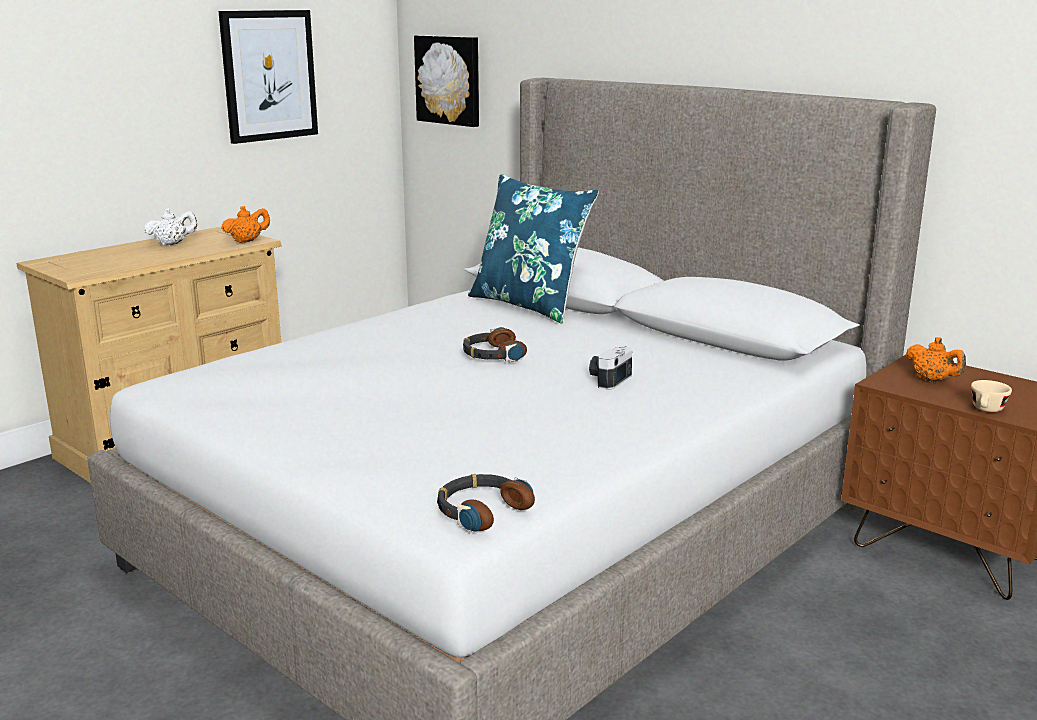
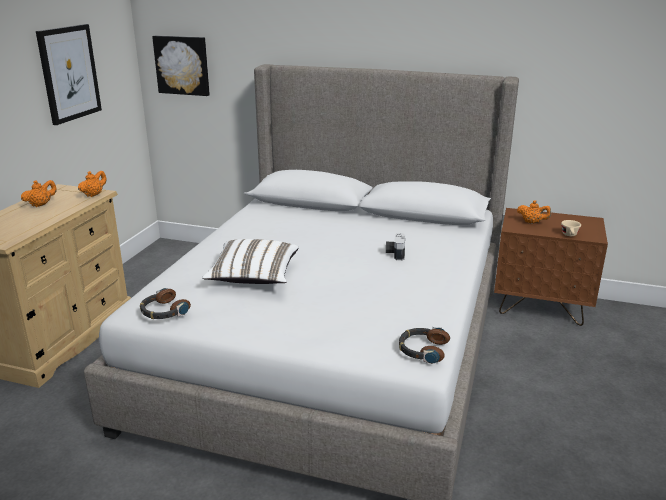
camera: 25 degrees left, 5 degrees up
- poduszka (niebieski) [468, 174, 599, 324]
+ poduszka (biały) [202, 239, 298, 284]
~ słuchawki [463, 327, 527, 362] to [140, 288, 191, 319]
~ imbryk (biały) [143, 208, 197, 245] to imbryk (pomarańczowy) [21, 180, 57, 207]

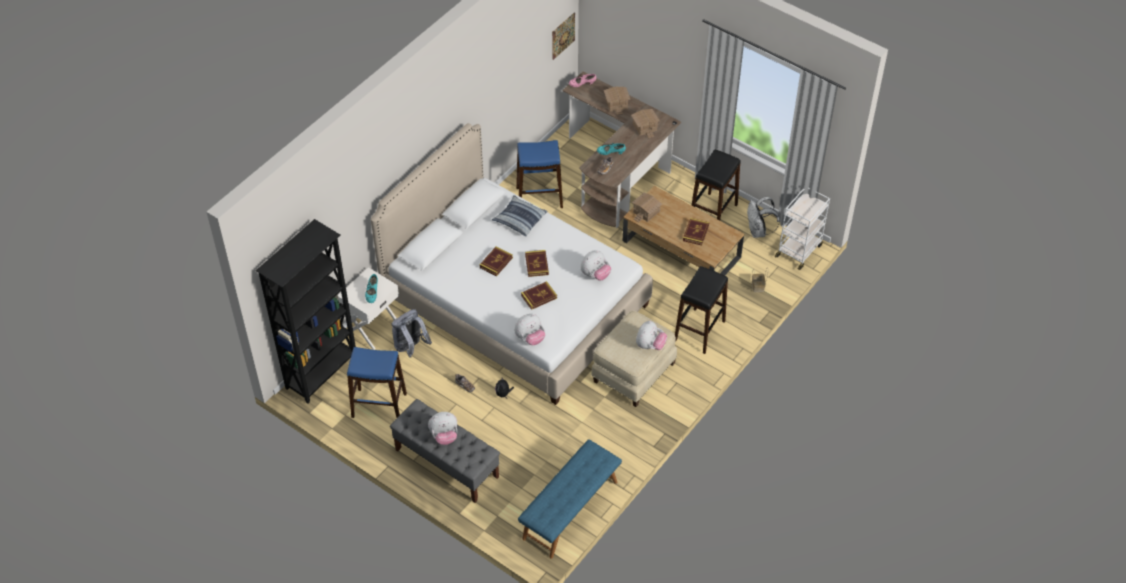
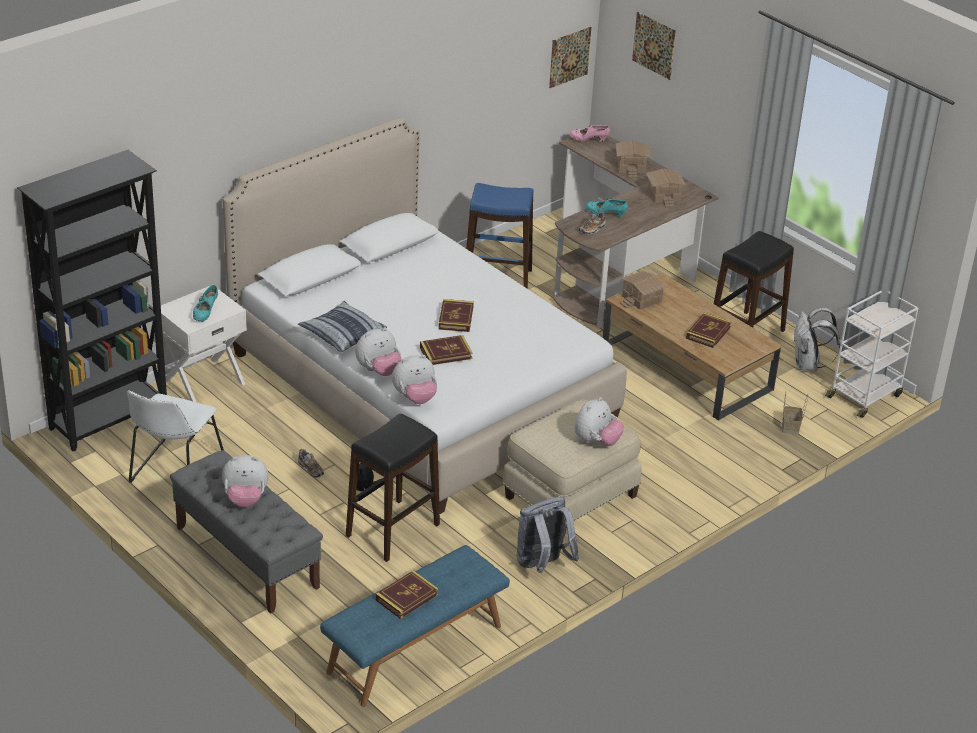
camera: 10 degrees right, 15 degrees down
+ obraz [632, 12, 676, 80]
~ plecak (szary) [392, 309, 432, 357] to [517, 497, 580, 573]
~ książka [480, 246, 513, 276] to [376, 570, 438, 619]
~ poduszka [492, 195, 548, 236] to [298, 301, 387, 352]
~ pluszak [580, 250, 611, 280] to [355, 327, 402, 376]
~ stołek (czarny) [675, 266, 728, 354] to [346, 414, 440, 562]
~ stołek (niebieski) [347, 347, 407, 418] to krzesło (biały) [127, 390, 224, 483]

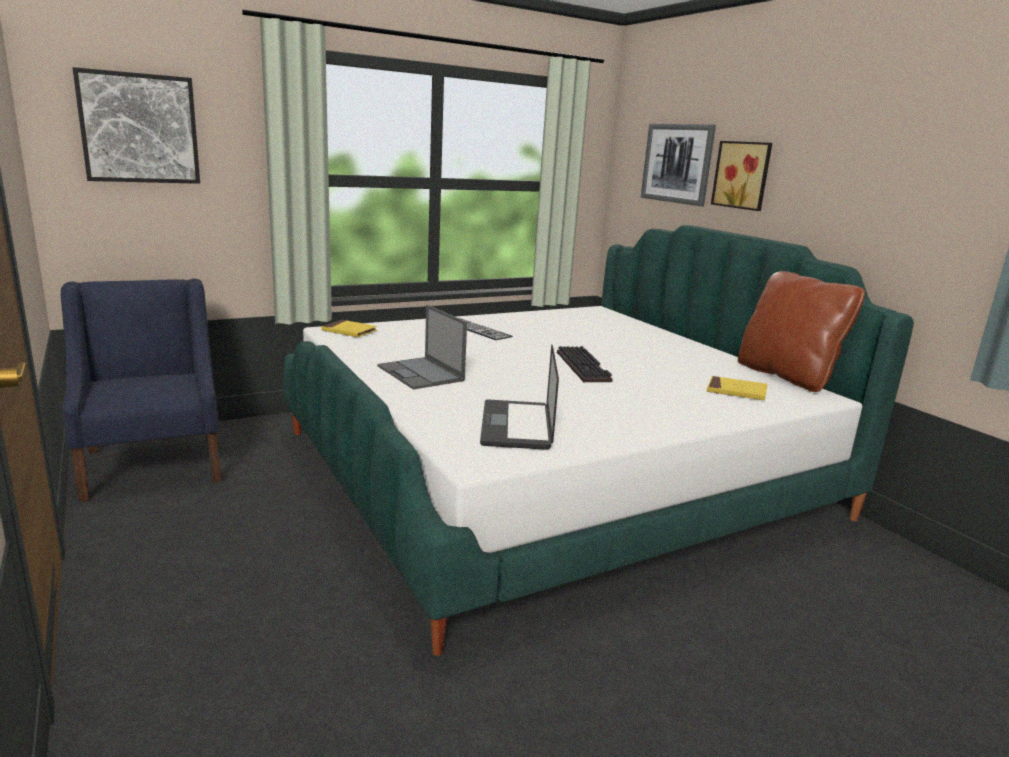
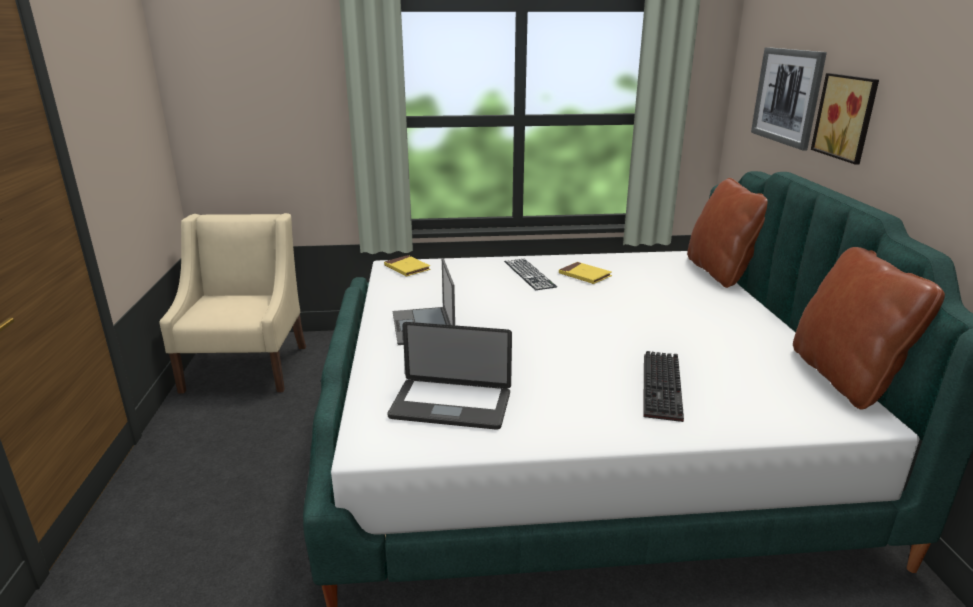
camera: 25 degrees right, 5 degrees up
- obraz [72, 67, 200, 184]
+ poduszka (brązowy) [687, 178, 768, 288]
~ klawiatura [557, 346, 613, 382] to [644, 351, 684, 422]
~ książka (żółty) [707, 376, 768, 400] to [559, 262, 612, 284]
~ fotel (niebieski) [61, 278, 221, 501] to fotel (beżowy) [159, 213, 306, 393]
~ laptop [480, 344, 559, 450] = [387, 322, 512, 430] 105 degrees counterclockwise

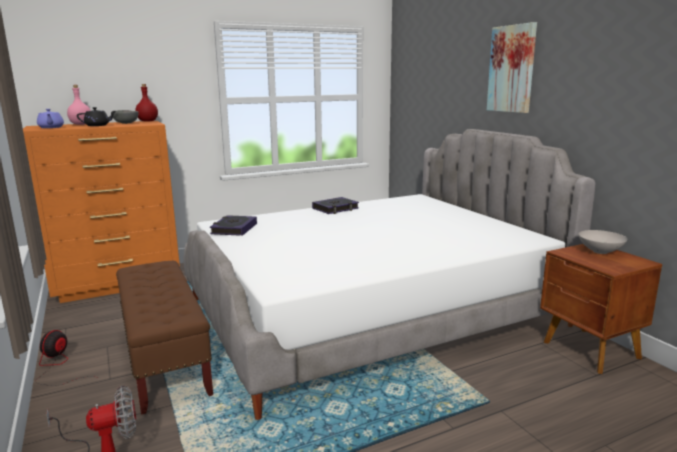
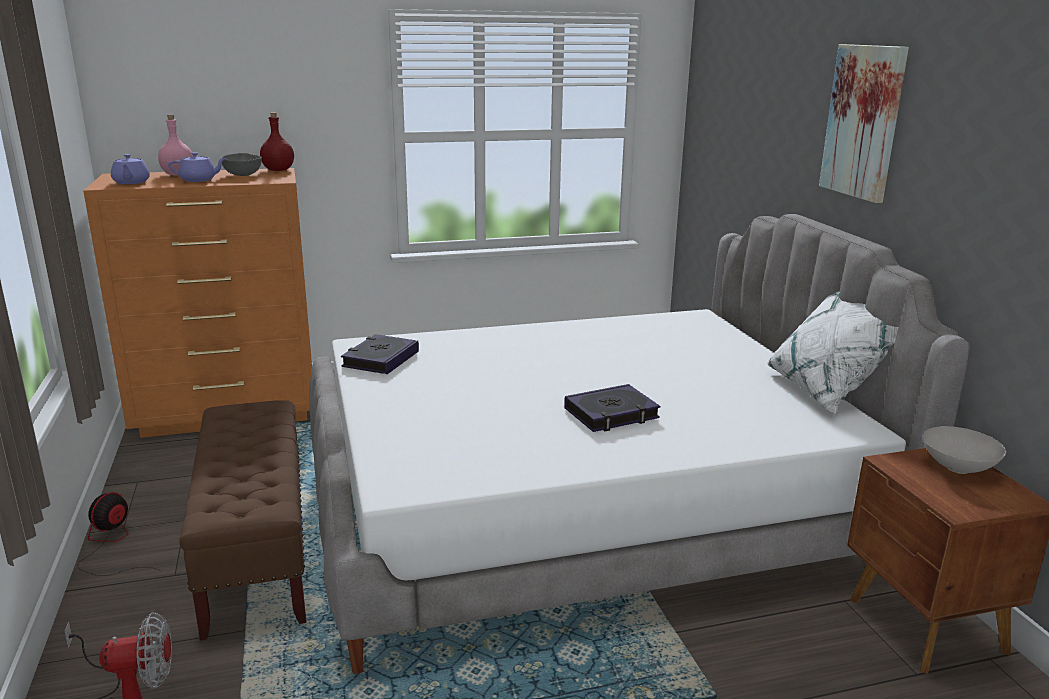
camera: 10 degrees right, 5 degrees up
+ poduszka (biały) [767, 292, 899, 415]
~ książka [312, 197, 359, 214] to [564, 384, 660, 432]
~ imbryk (czarny) [77, 107, 116, 126] to imbryk (fioletowy) [168, 152, 226, 182]

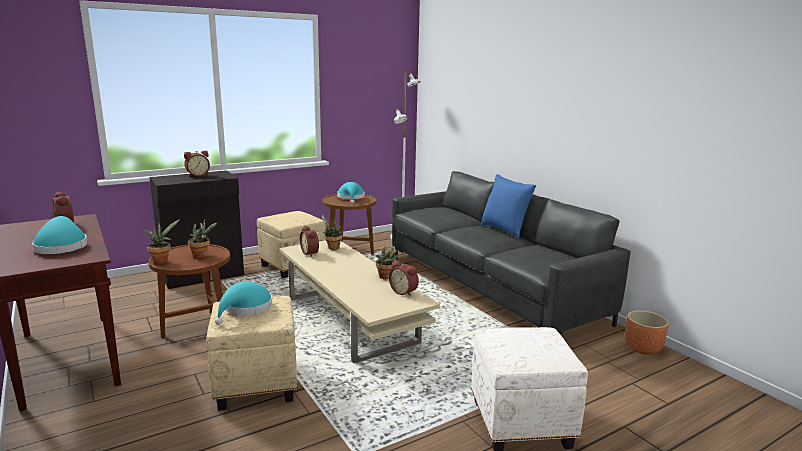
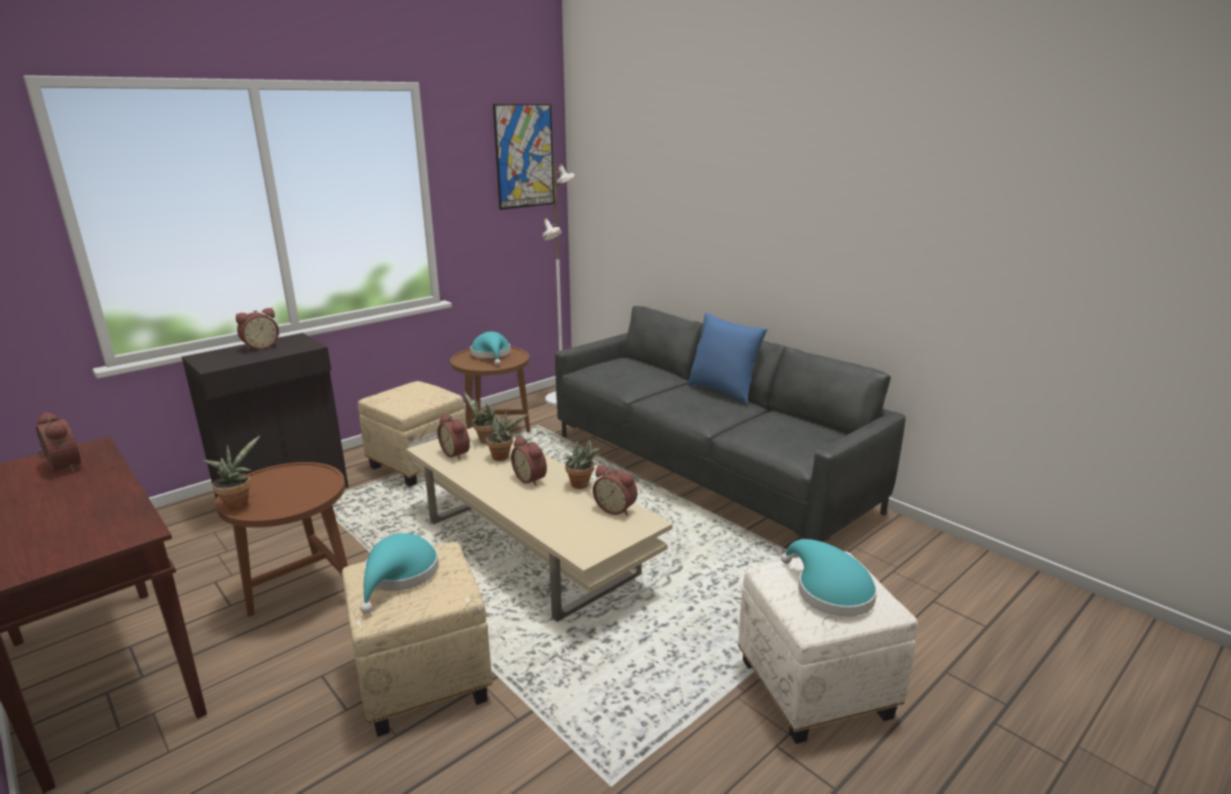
camera: 10 degrees left, 5 degrees up
- donica (brązowy) [625, 310, 669, 355]
+ obraz [493, 104, 554, 210]
+ budzik [511, 436, 547, 486]
~ kapelusz (turkusowy) [32, 216, 88, 254] to [781, 539, 877, 617]
~ roślina doniczkowa [188, 219, 217, 258] to [486, 410, 528, 461]

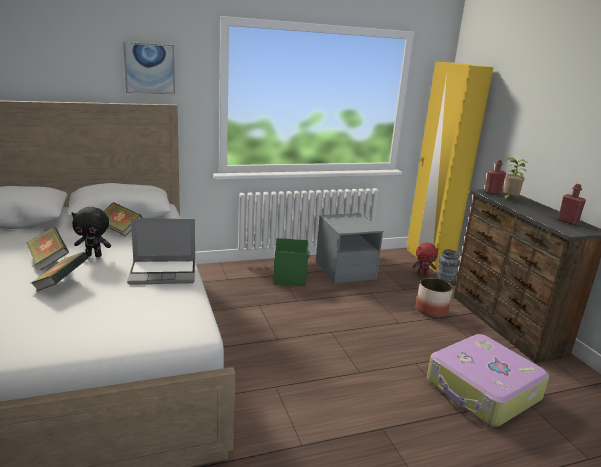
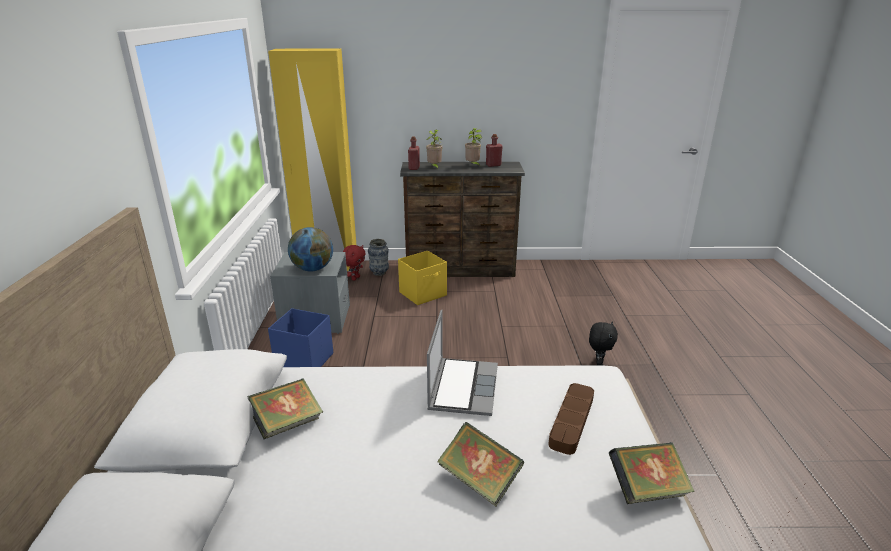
camera: 70 degrees left, 5 degrees up
- obraz [123, 42, 175, 94]
- walizka [427, 334, 549, 427]
+ globus [288, 227, 333, 272]
+ roślina doniczkowa [465, 128, 482, 166]
+ taca (brązowy) [548, 383, 594, 455]
~ książka [27, 227, 69, 270] to [609, 442, 695, 504]
~ pluszak (czarny) [71, 207, 111, 257] to [589, 322, 618, 366]
~ donica [416, 278, 453, 318] to pojemnik do przechowywania (żółty) [398, 251, 447, 305]
~ pojemnik do przechowywania (zielony) [273, 238, 310, 286] to pojemnik do przechowywania (niebieski) [268, 308, 333, 367]

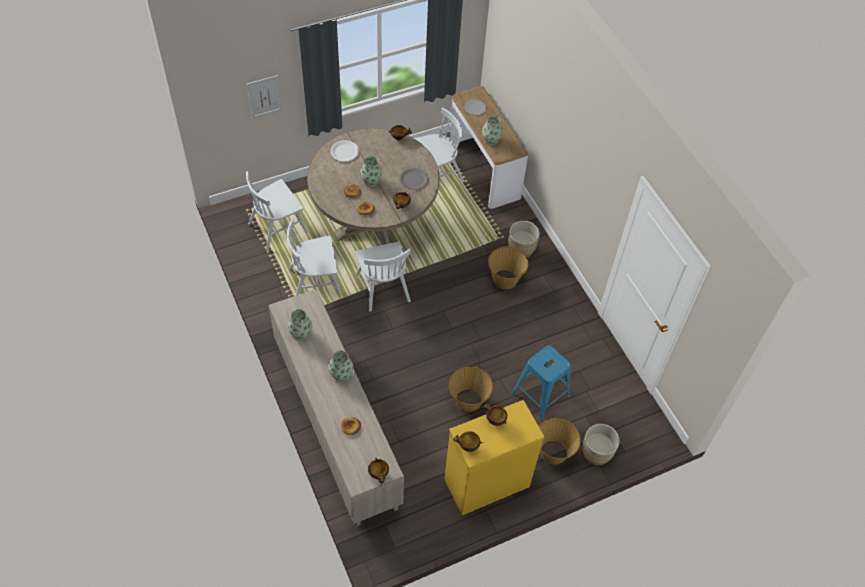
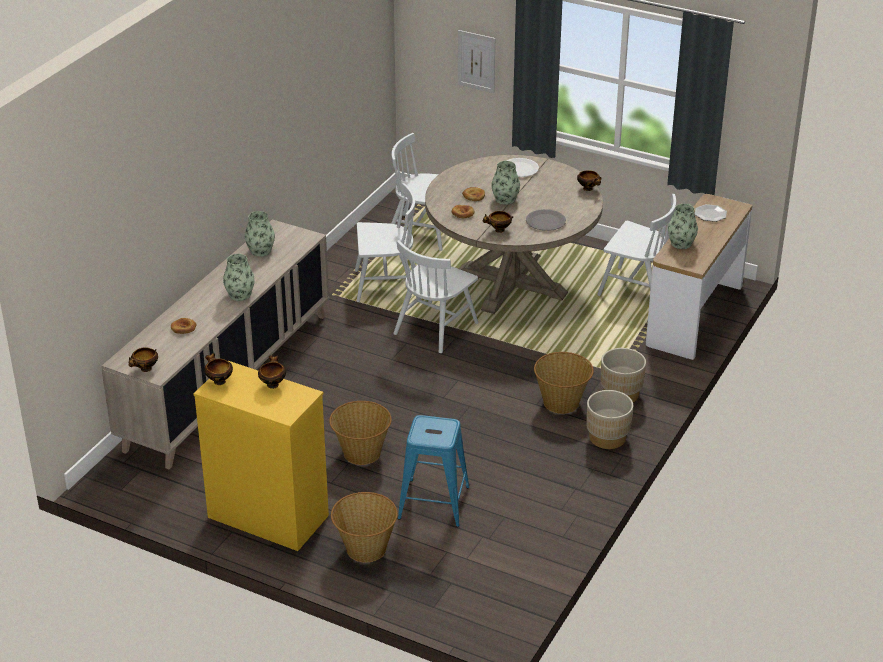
camera: 55 degrees right, 20 degrees down
~ donica (beżowy) [583, 424, 620, 465] to [586, 390, 633, 449]
~ krzesło (biały) [287, 220, 342, 297] = [355, 183, 417, 302] 135 degrees clockwise

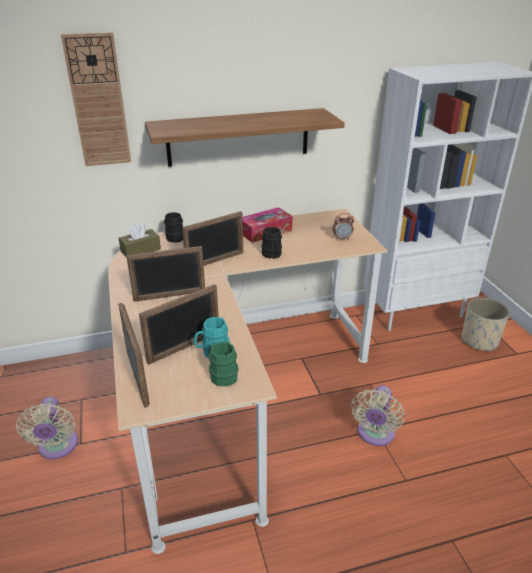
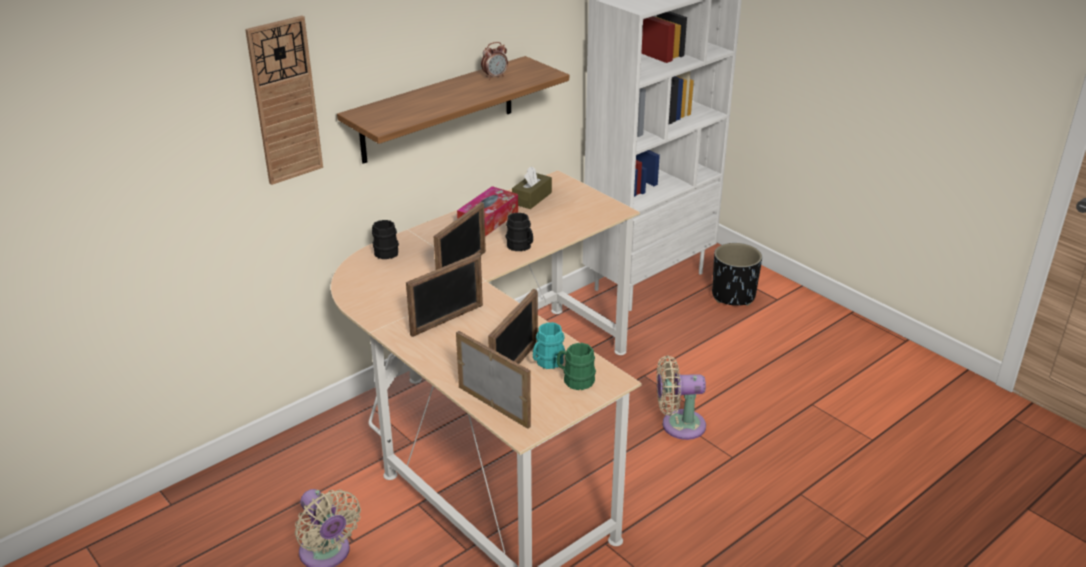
camera: 25 degrees left, 0 degrees up
~ pudełko chusteczek (brązowy) [118, 222, 161, 258] to [512, 166, 552, 209]
~ budzik [333, 213, 354, 240] to [481, 42, 508, 80]
~ donica (beżowy) [462, 298, 510, 352] to donica (czarny) [712, 243, 762, 306]
~ wentylator (beżowy) [351, 385, 405, 446] = [656, 356, 706, 440] 90 degrees clockwise

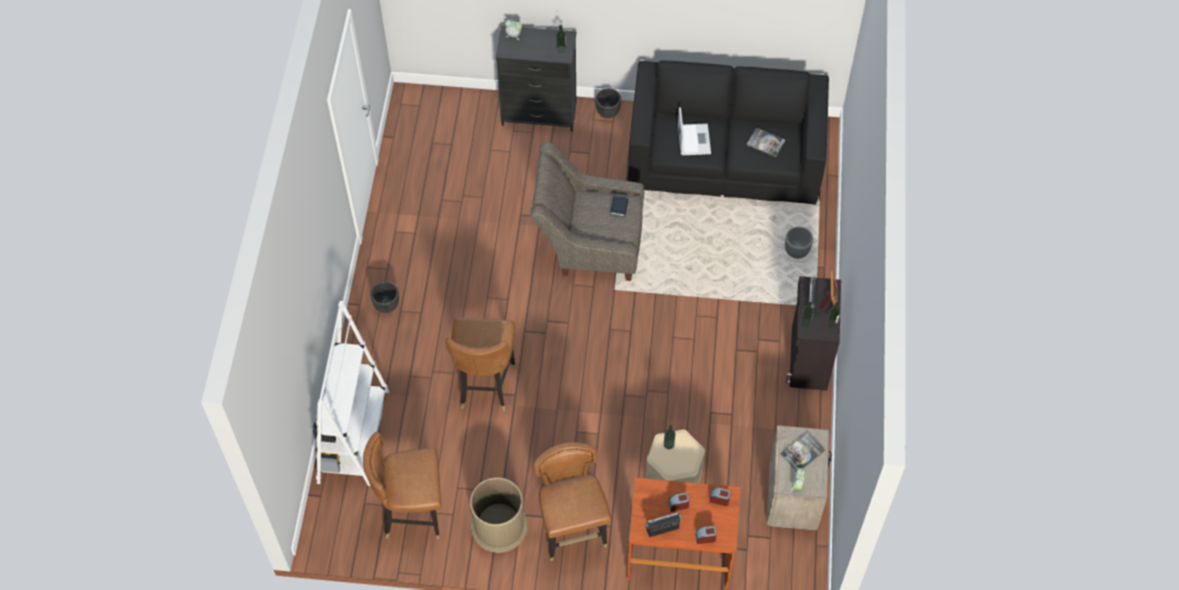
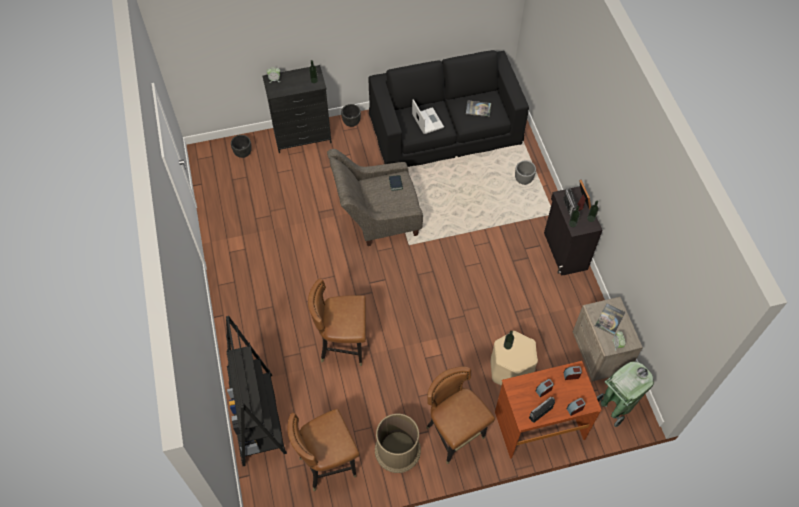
camera: 20 degrees left, 0 degrees up
+ kosz na śmieci (zielony) [597, 361, 654, 427]
~ donica (czarny) [370, 281, 399, 313] to [231, 135, 252, 158]
~ regał (biały) [313, 301, 389, 486] to regał (czarny) [226, 316, 287, 466]
~ krzesło (brązowy) [446, 318, 516, 412] = [308, 278, 366, 366] 105 degrees clockwise

